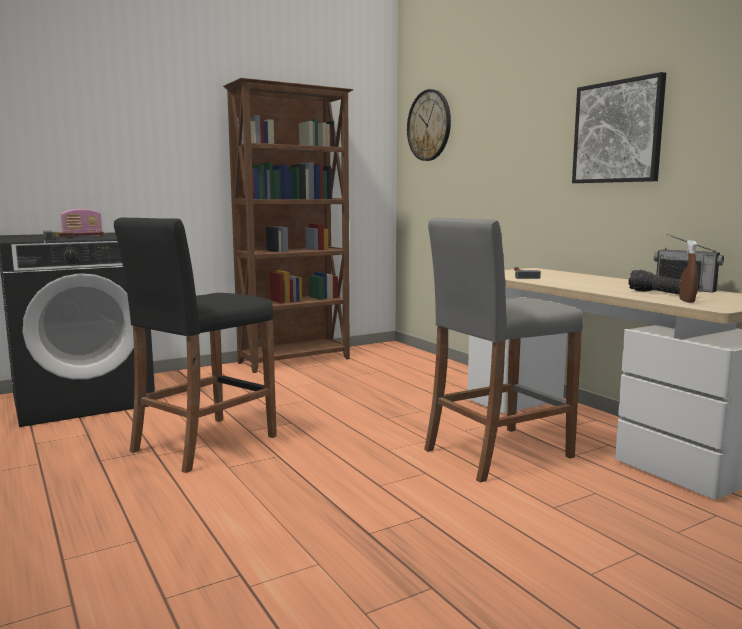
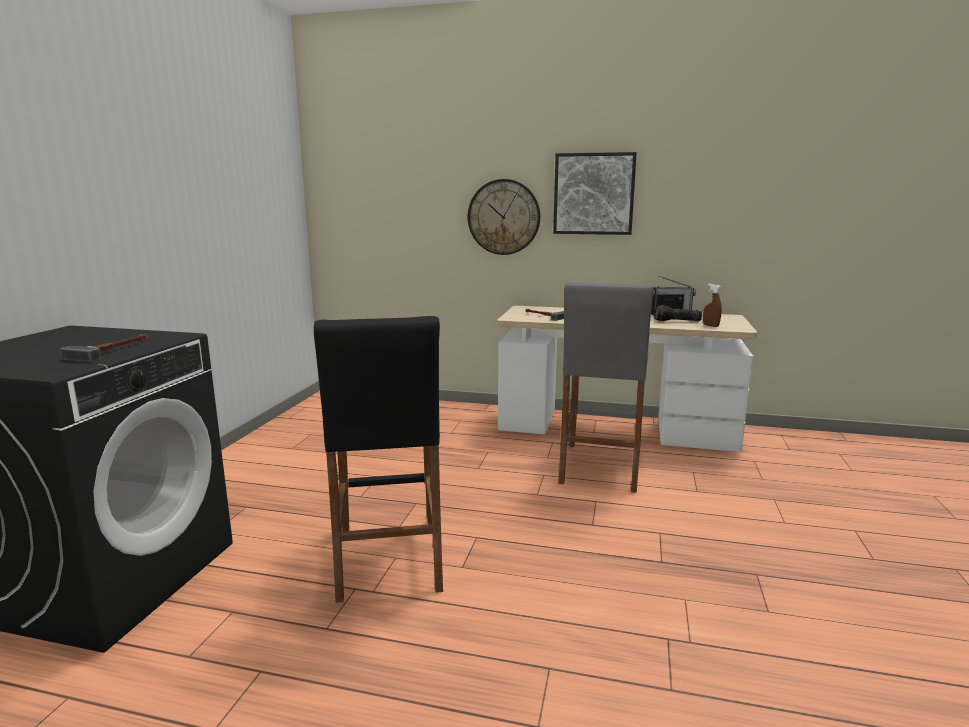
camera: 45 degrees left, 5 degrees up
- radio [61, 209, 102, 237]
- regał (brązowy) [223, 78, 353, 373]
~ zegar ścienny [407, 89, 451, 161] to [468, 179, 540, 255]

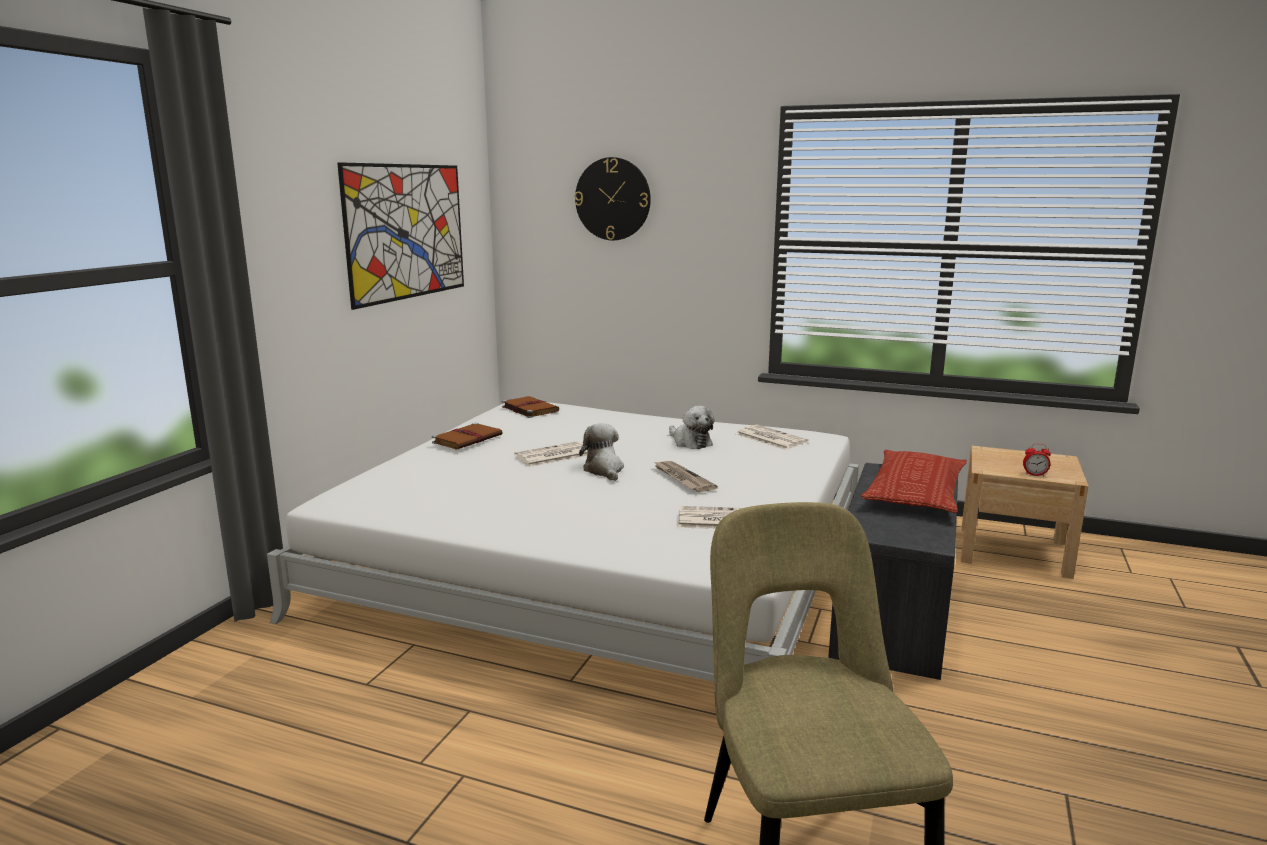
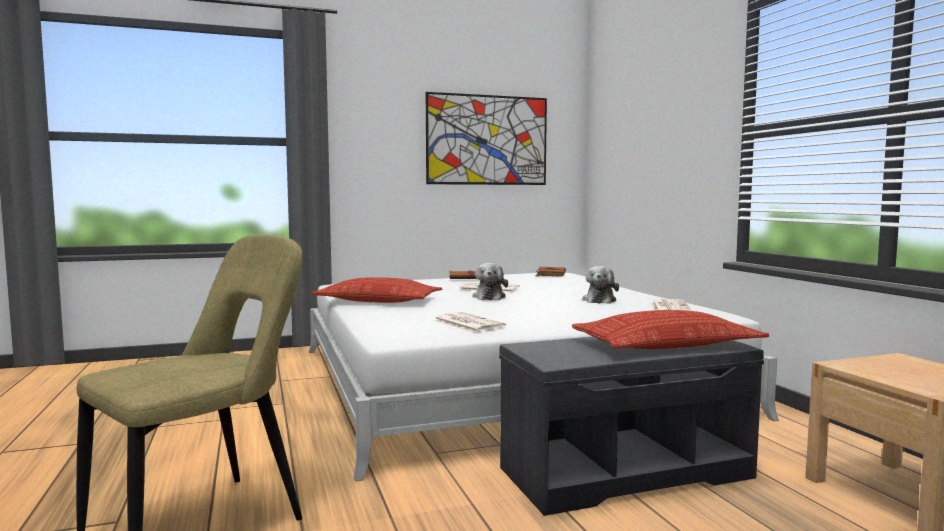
camera: 50 degrees right, 10 degrees down
- zegar ścienny [575, 157, 651, 240]
- gazeta [654, 461, 718, 492]
- budzik [1023, 443, 1051, 476]
+ poduszka [311, 277, 442, 303]
~ pluszak [579, 423, 624, 481] = [472, 263, 508, 300] 150 degrees clockwise

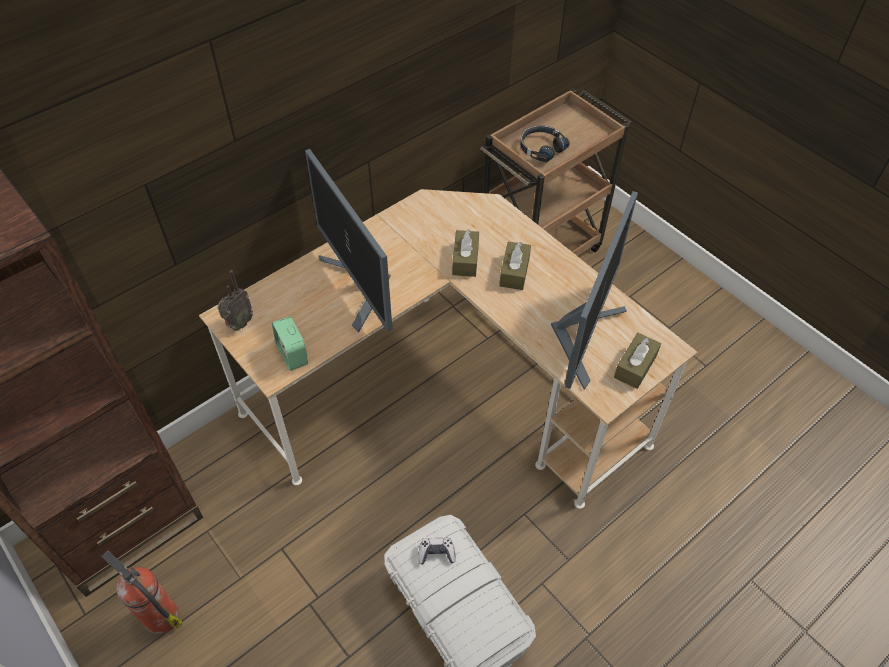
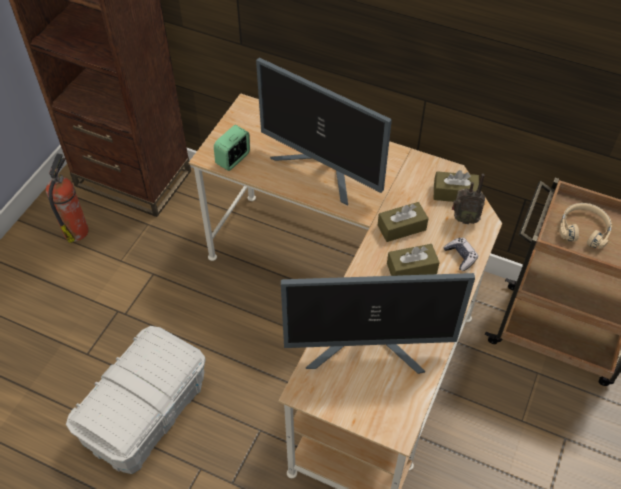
camera: 65 degrees right, 0 degrees up
~ radio [217, 270, 253, 330] to [452, 174, 485, 224]
~ pad do gier [418, 538, 456, 565] to [443, 238, 478, 271]
~ pudełko chusteczek (brązowy) [614, 333, 661, 389] to [433, 170, 479, 202]
~ słuchawki (czarny) [520, 125, 570, 163] to słuchawki (beżowy) [559, 203, 612, 249]
~ monitor [305, 149, 392, 333] = [256, 58, 392, 206] 90 degrees counterclockwise

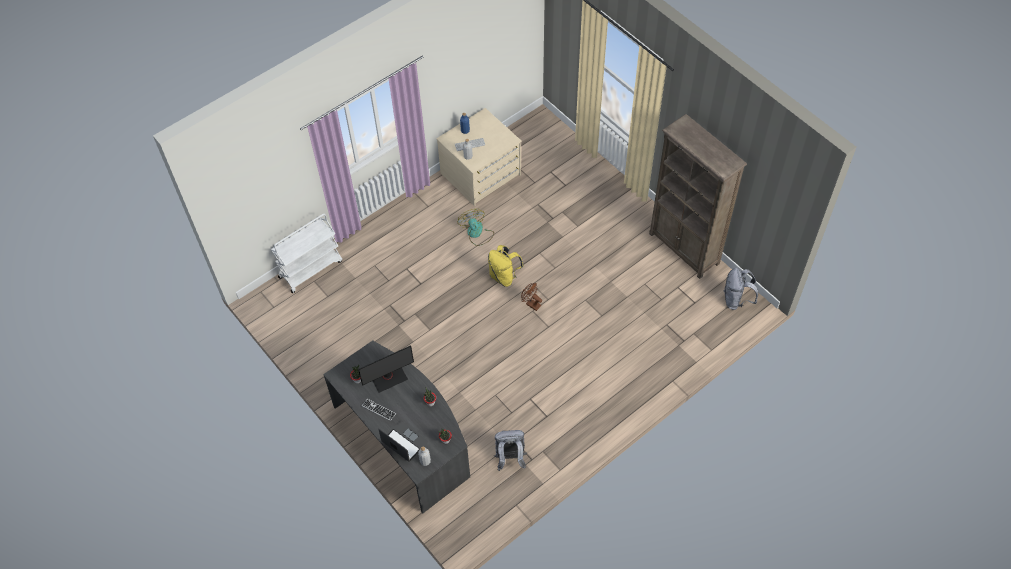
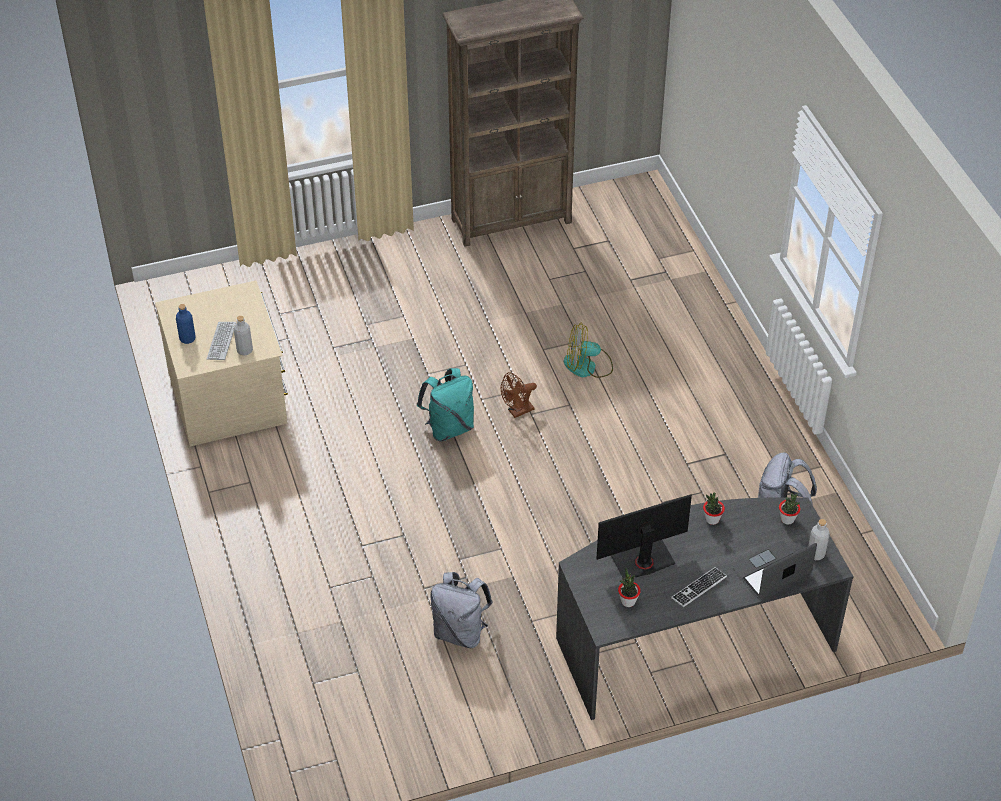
camera: 70 degrees left, 10 degrees down
- wózek (biały) [271, 214, 342, 293]
~ wentylator [458, 209, 494, 246] to [564, 324, 613, 378]
~ plecak (szary) [723, 268, 758, 310] to [430, 572, 493, 648]
~ plecak (żółty) [488, 245, 524, 287] to plecak (turkusowy) [417, 368, 474, 441]
~ monitor [358, 345, 414, 393] = [596, 494, 692, 579] 105 degrees counterclockwise

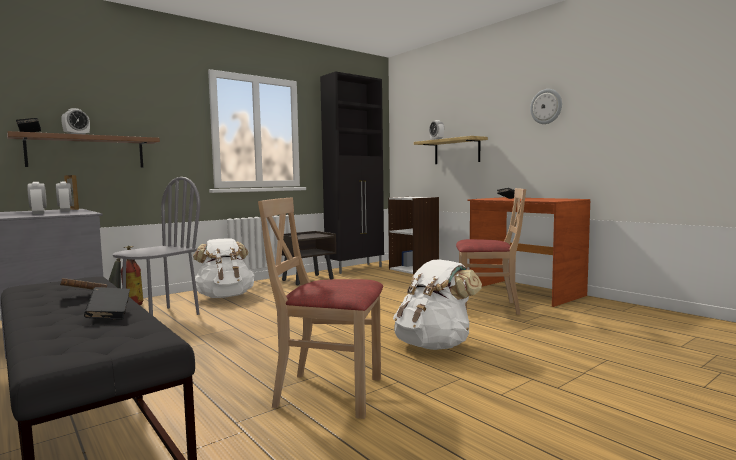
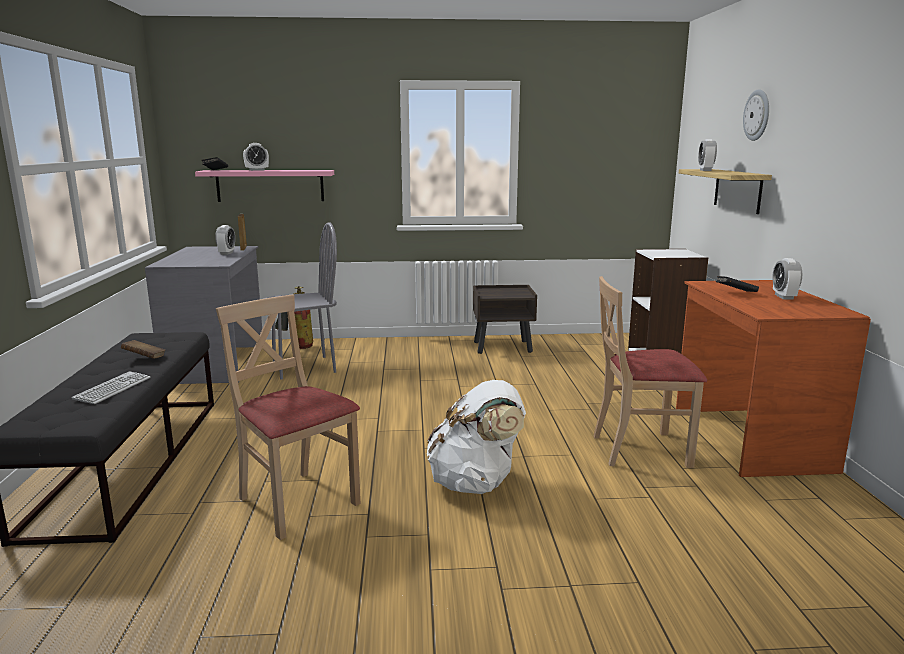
camera: 35 degrees right, 10 degrees up
- plecak (biały) [193, 238, 255, 298]
- szafka (czarny) [320, 71, 384, 274]
~ budzik [28, 182, 47, 214] to [772, 258, 802, 300]
~ zegar ścienny [530, 89, 562, 124] to [743, 89, 769, 141]
~ książka (czarny) [84, 287, 130, 320] to klawiatura [71, 371, 150, 404]
~ półka (brązowy) [7, 131, 160, 168] to półka (różowy) [195, 170, 334, 202]
~ krzesło (beżowy) [456, 188, 526, 315] = [593, 276, 707, 468] 135 degrees clockwise

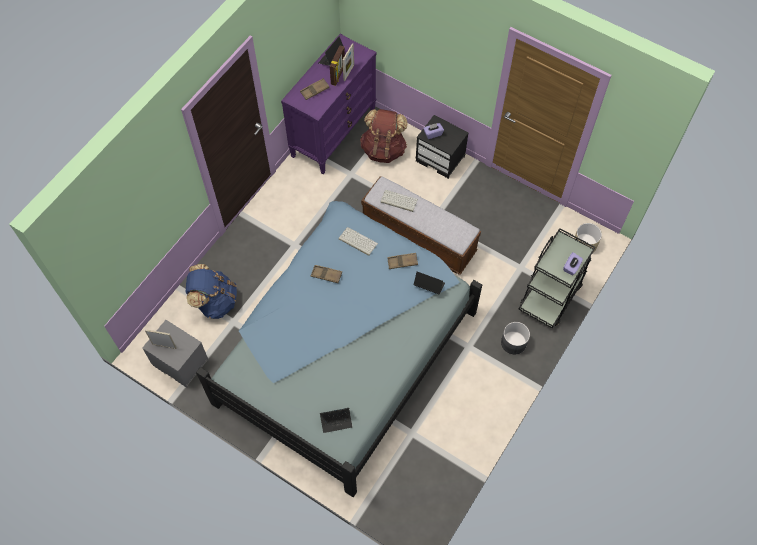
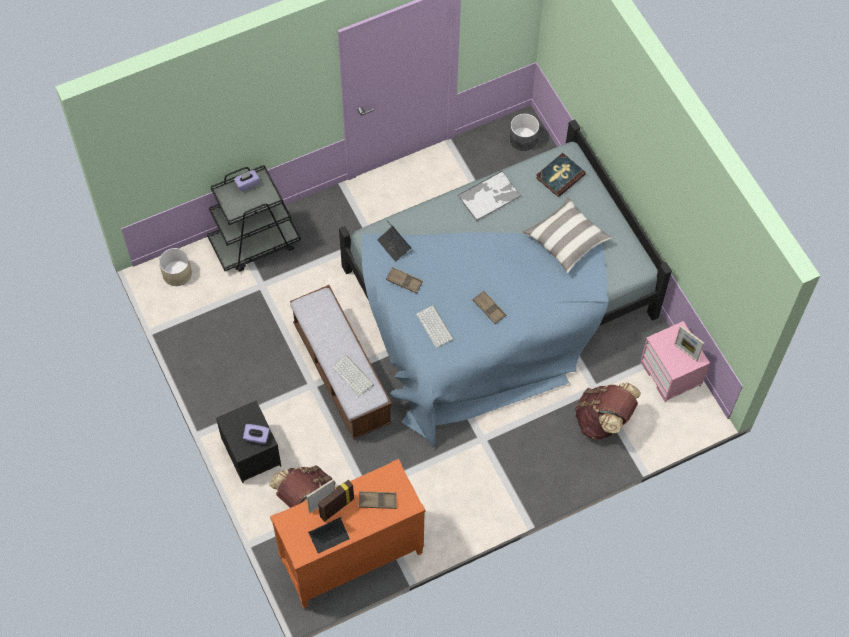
camera: 150 degrees left, 0 degrees up
+ taca [458, 171, 521, 221]
+ poduszka [524, 197, 612, 273]
~ donica (szary) [501, 322, 530, 354] to [510, 114, 539, 151]
~ laptop [320, 408, 352, 433] to książka [536, 153, 586, 197]
~ szafka nocna (szary) [142, 320, 209, 388] to szafka nocna (różowy) [640, 321, 710, 403]
~ plecak (niebieski) [186, 264, 237, 319] to plecak (brązowy) [575, 382, 641, 440]
~ komoda (fioletowy) [281, 34, 377, 174] to komoda (pomarańczowy) [270, 459, 425, 608]

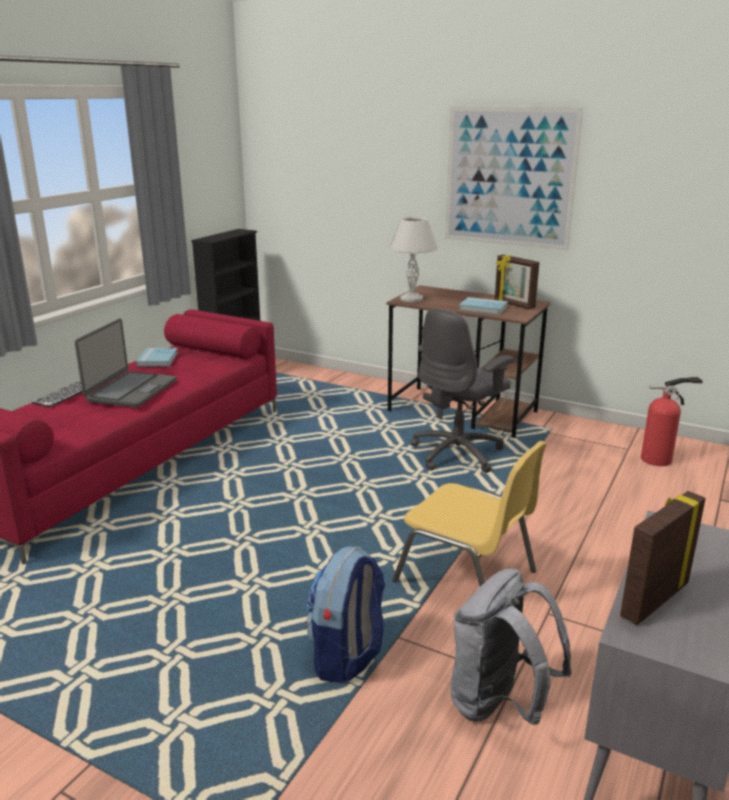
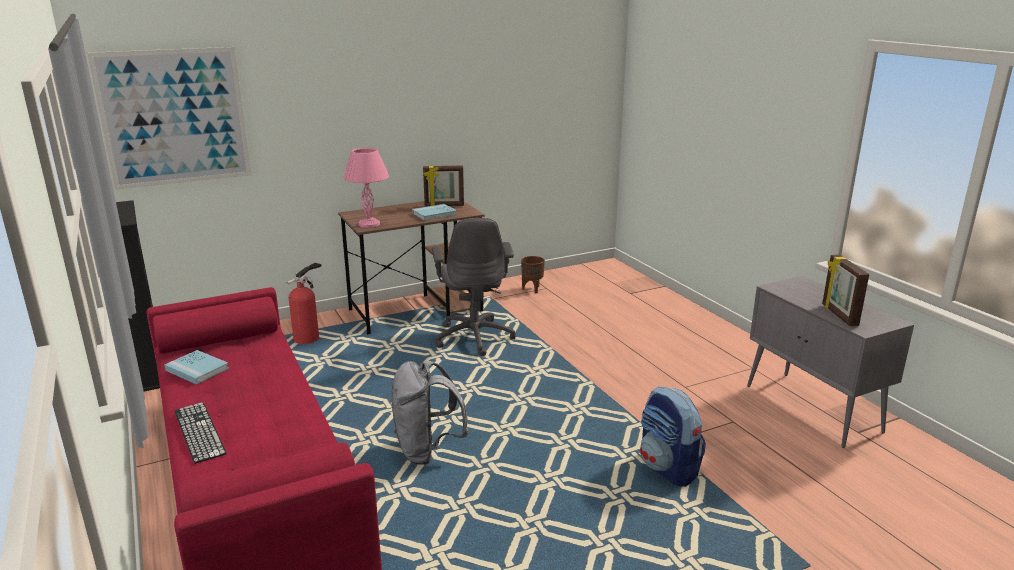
camera: 55 degrees left, 0 degrees up
- laptop [75, 318, 177, 408]
- krzesło (żółty) [392, 441, 547, 586]
+ donica (brązowy) [521, 256, 545, 293]
~ obraz [445, 106, 583, 250] to [87, 47, 251, 190]
~ plecak (szary) [451, 568, 572, 725] to [391, 361, 469, 465]
~ gaśnica [641, 377, 703, 466] to [286, 263, 321, 344]
~ lampa stołowa (biały) [389, 217, 438, 302] to lampa stołowa (różowy) [343, 147, 389, 228]

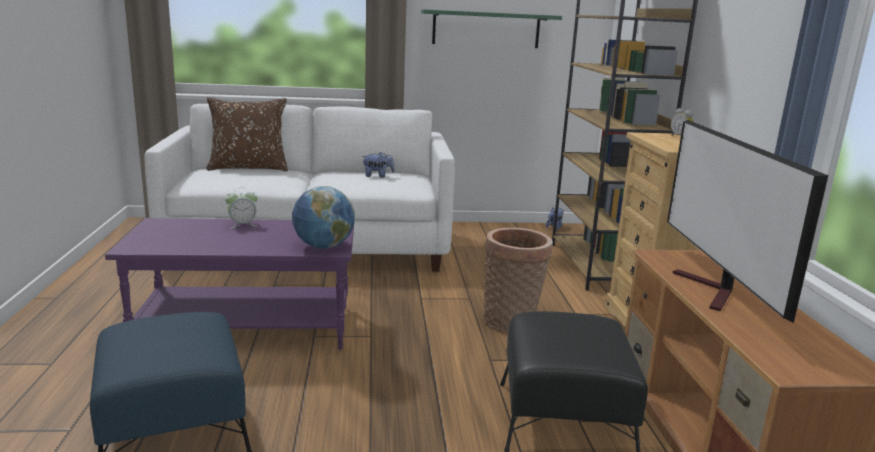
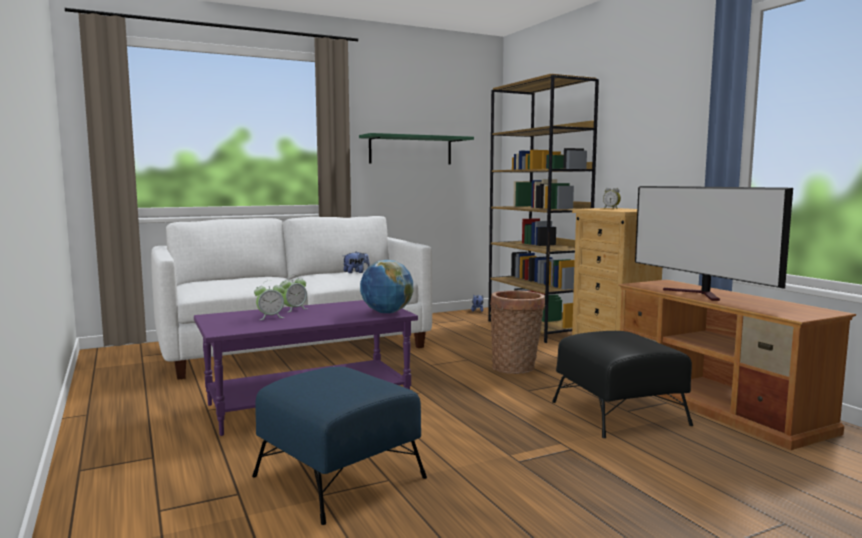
camera: 20 degrees left, 10 degrees down
- poduszka (brązowy) [206, 98, 288, 172]
+ budzik [254, 281, 285, 320]

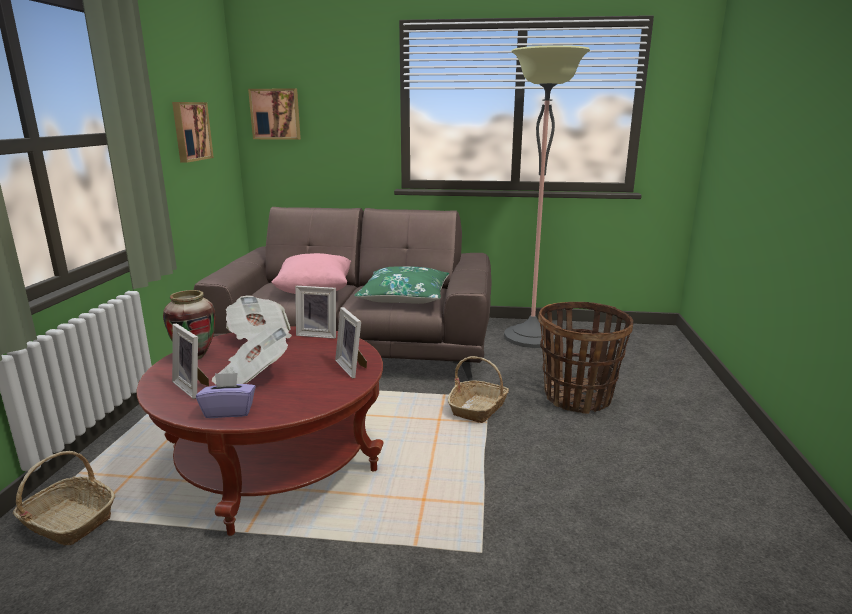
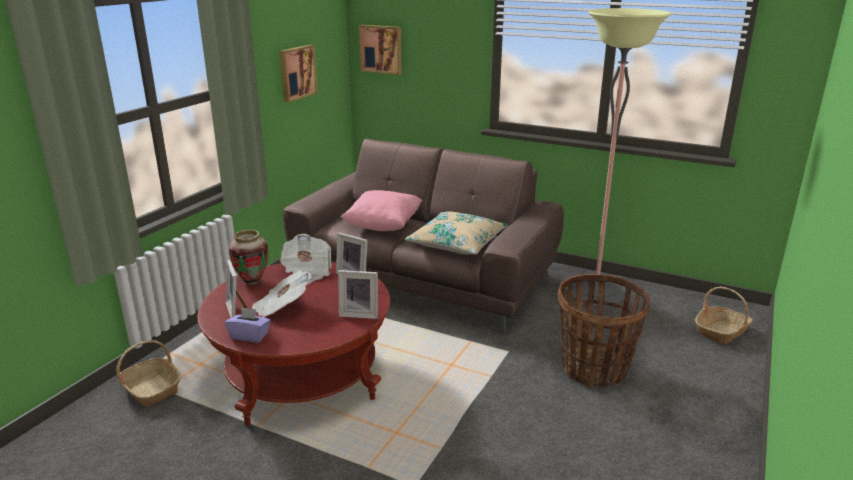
camera: 20 degrees right, 5 degrees up
~ koszyk [448, 356, 509, 423] to [695, 287, 753, 344]
~ poduszka (zielony) [354, 266, 449, 304] to poduszka (beżowy) [405, 211, 508, 255]
~ ramka na zdjęcie [335, 307, 367, 378] = [338, 270, 378, 319] 75 degrees counterclockwise

